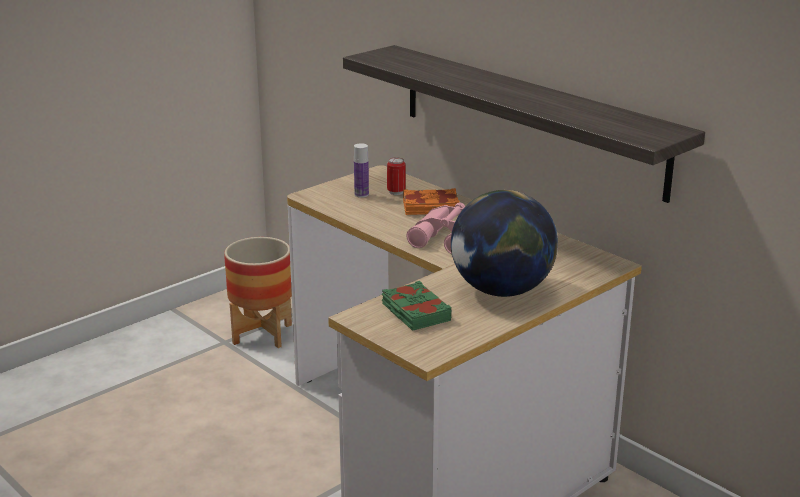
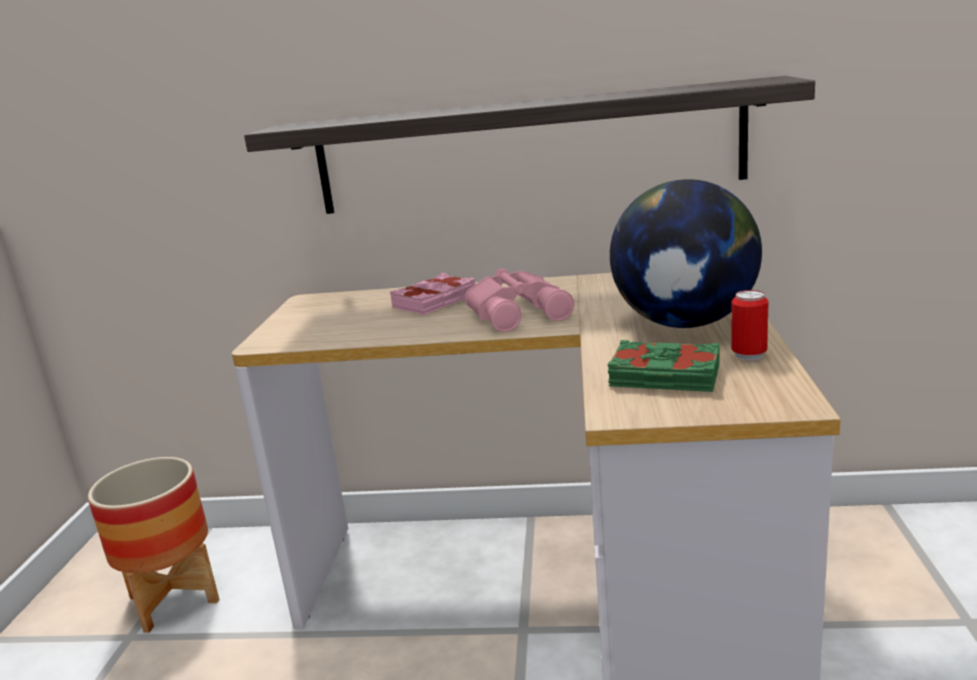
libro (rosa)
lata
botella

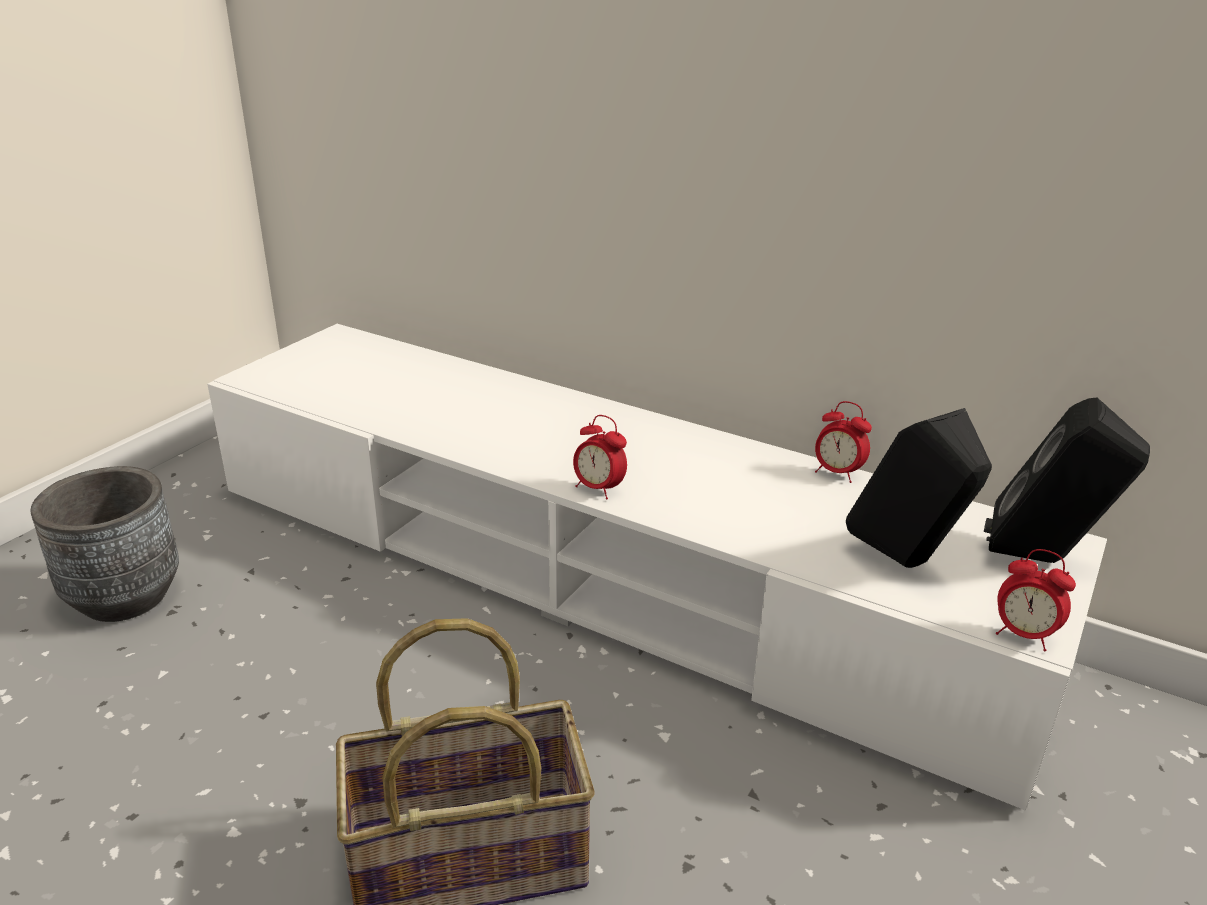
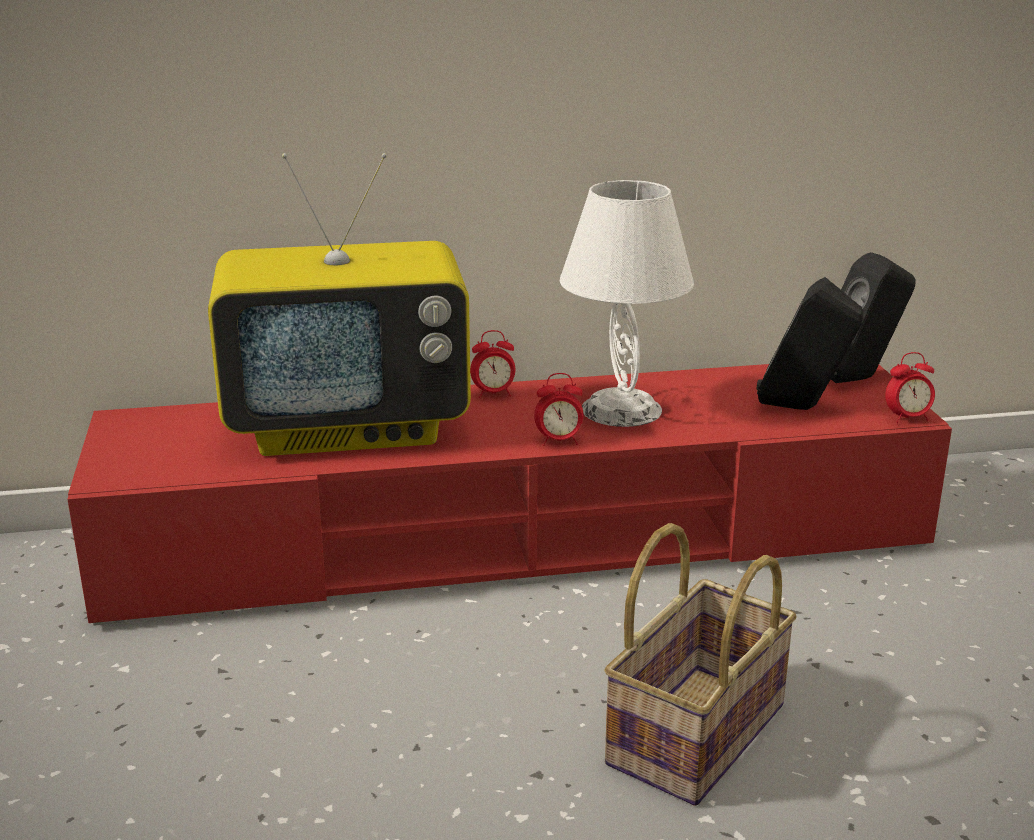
mueble de televisión (rojo)
televisor
despertador (1st from left)
lámpara de mesa (blanco)
maceta (gris)

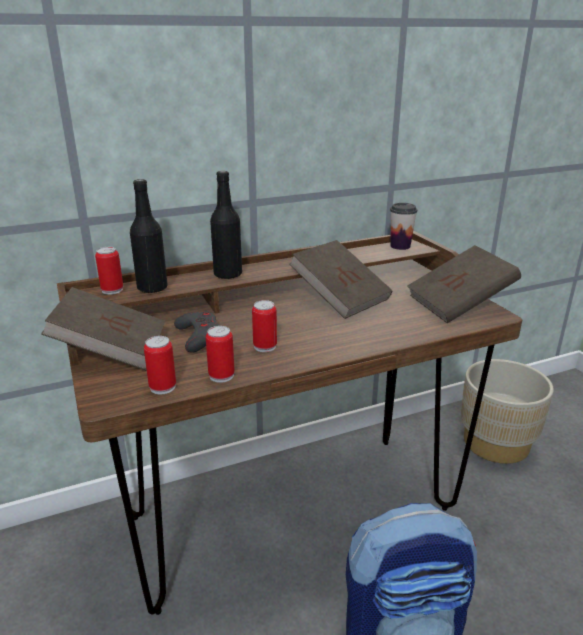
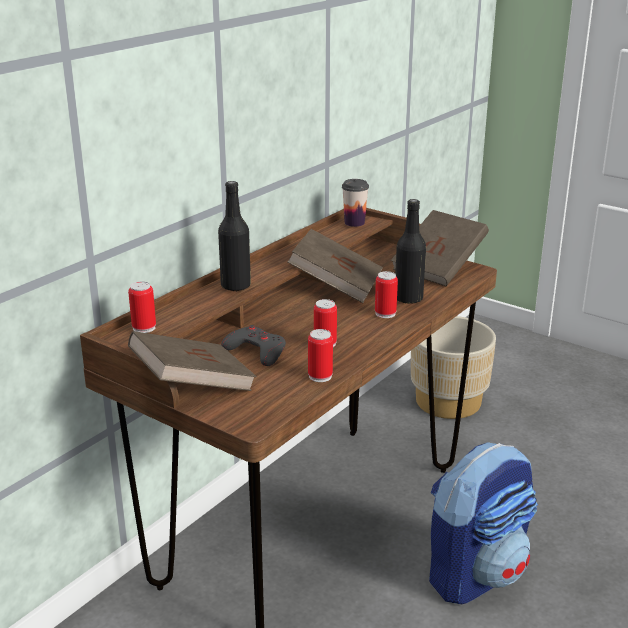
lata (4th from left)
botella (negro) (2nd from left)

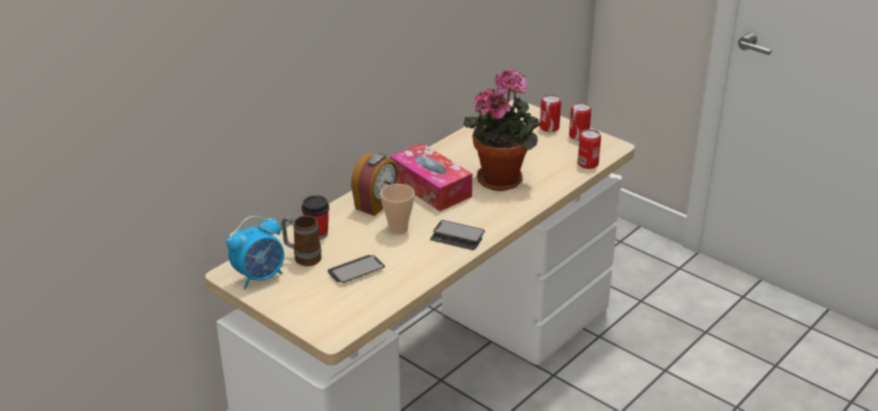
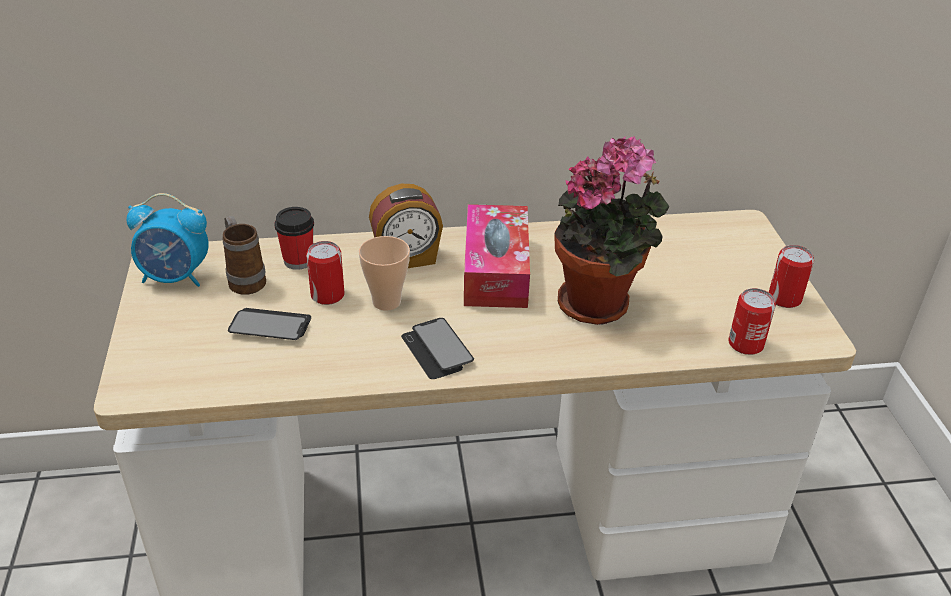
lata (1st from left)

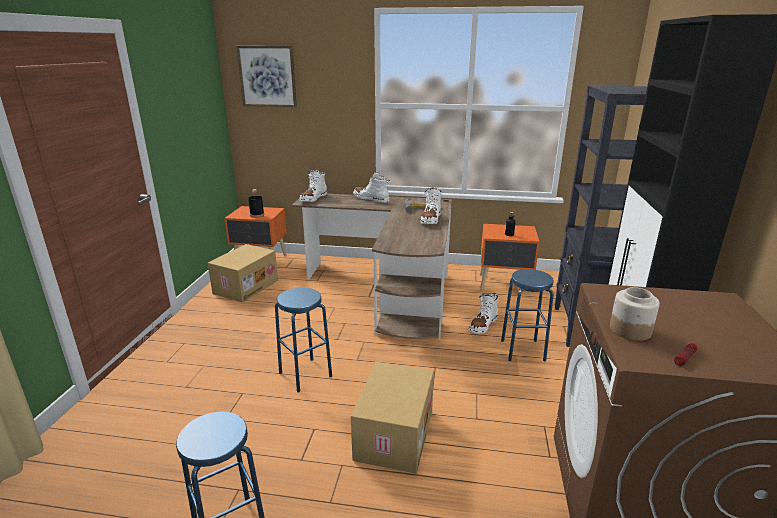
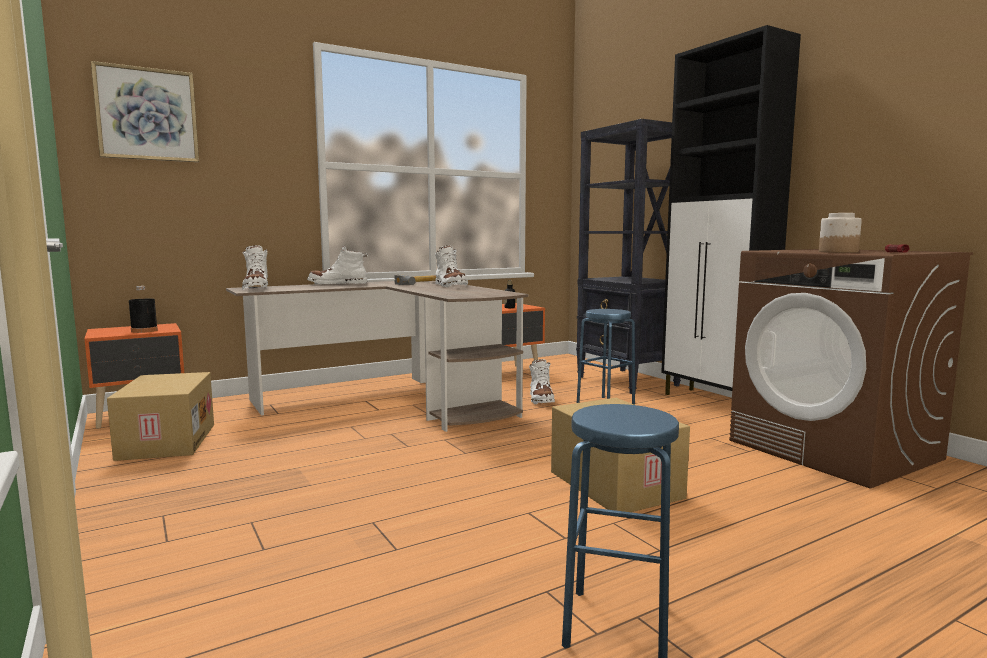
taburete (azul) (2nd from left in the first image)

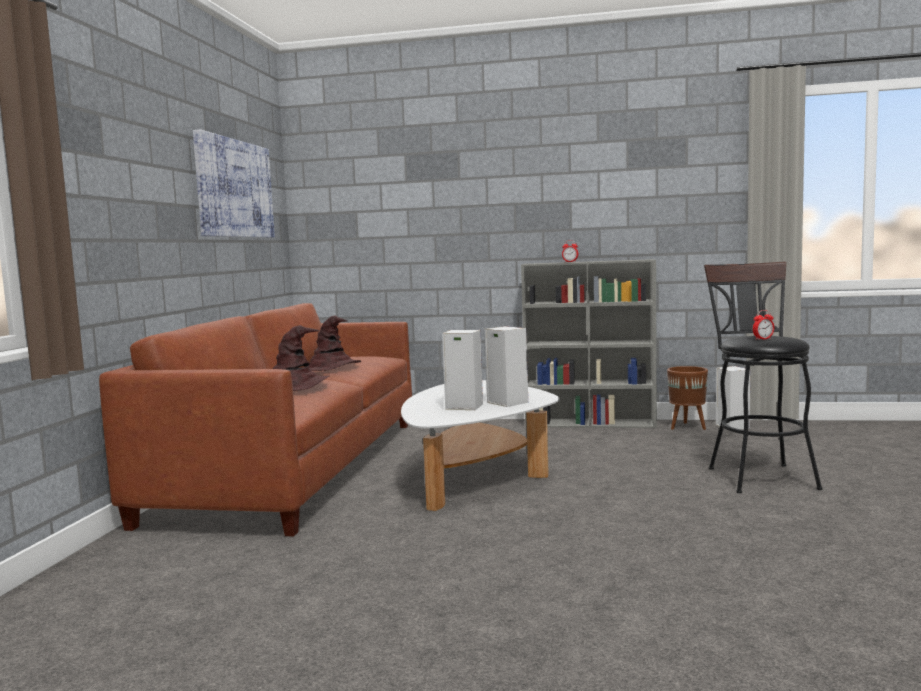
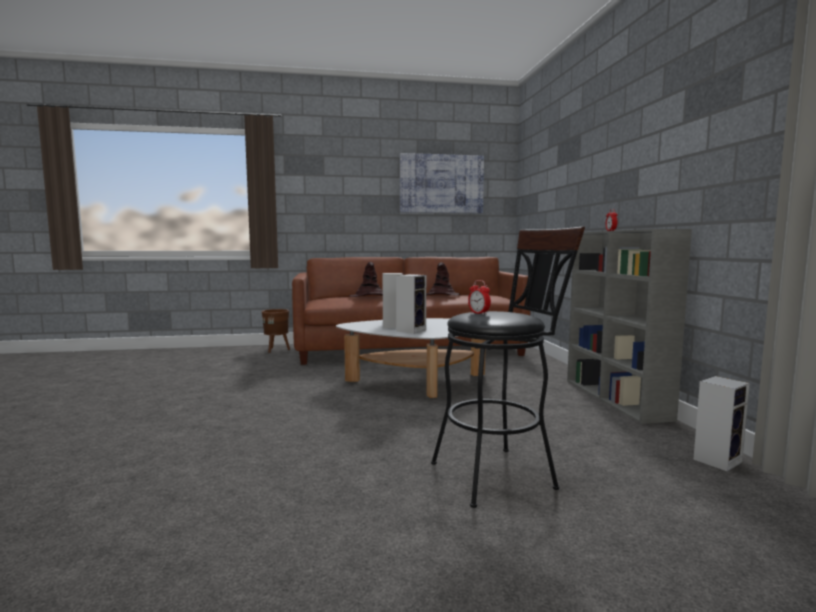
maceta (marrón)

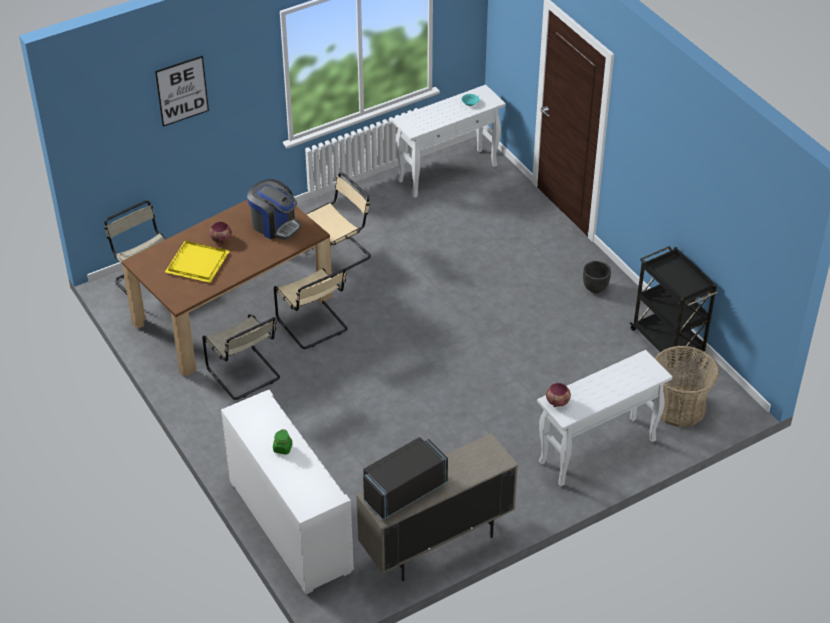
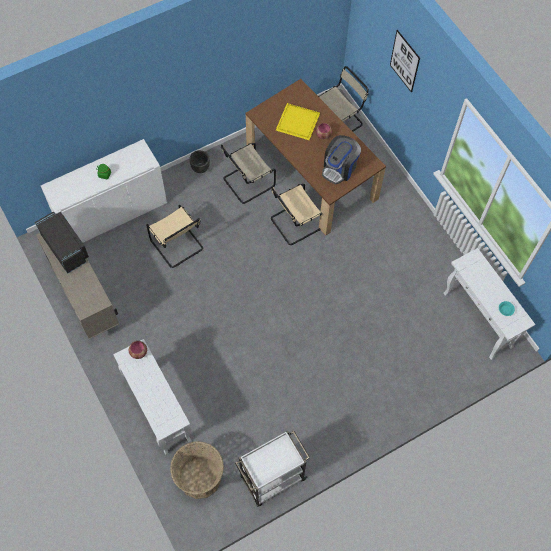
silla (beis) (1st from left)
maceta (negro)
carrito (blanco)

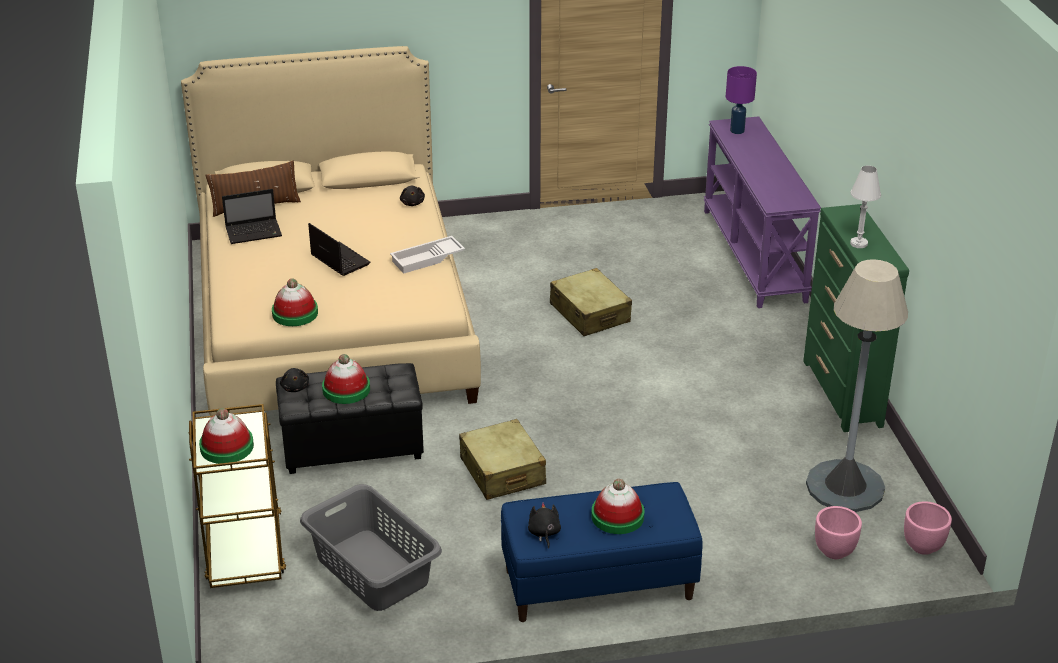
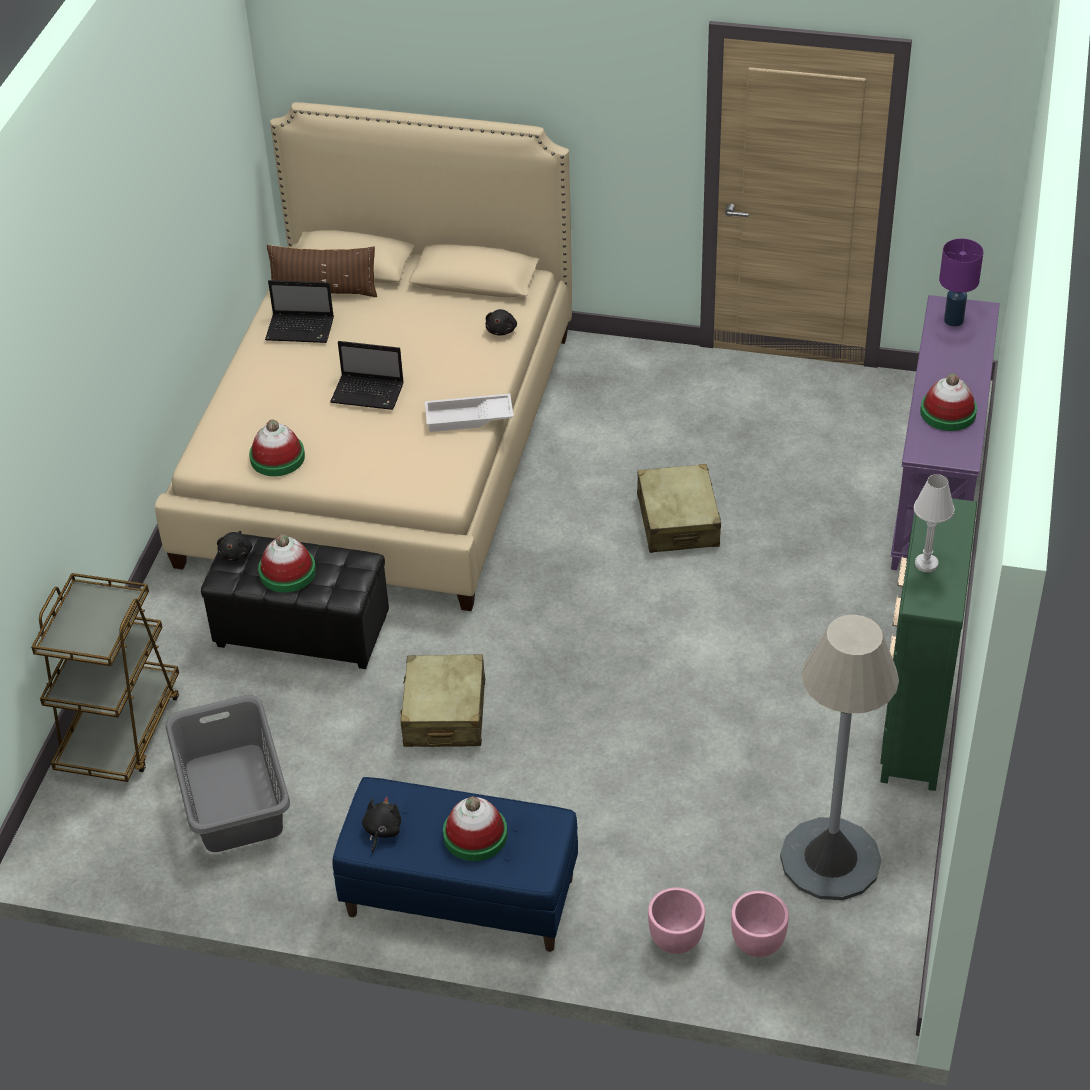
portátil (2nd from left)
maceta (rosa) (1st from left)
sombrero (4th from left)

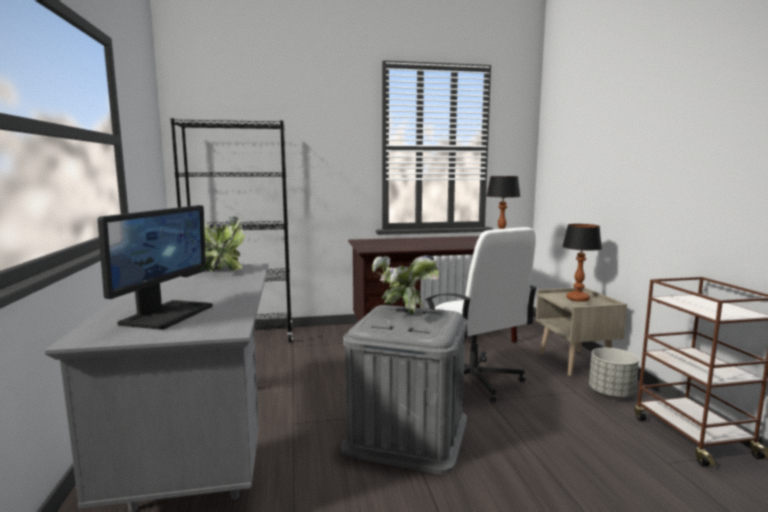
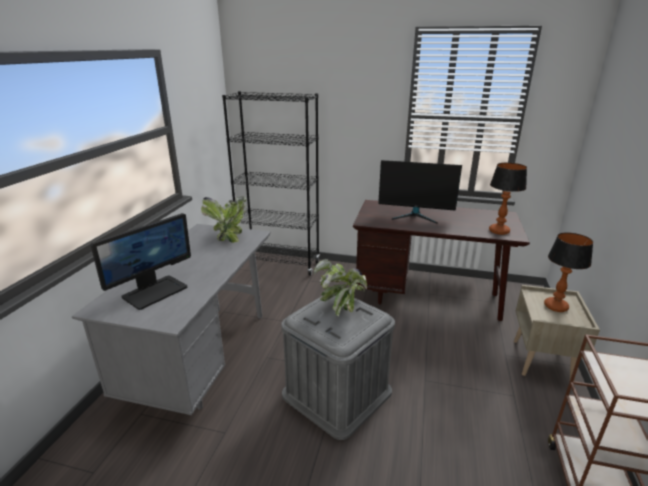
monitor (2nd from left)
silla de oficina (blanco)
maceta (gris)

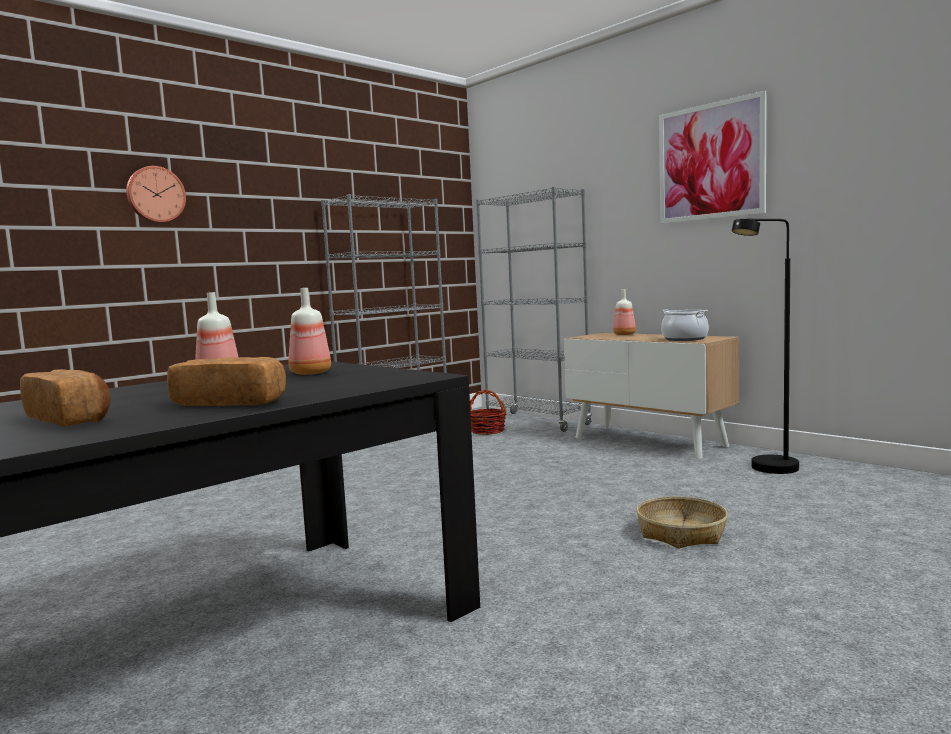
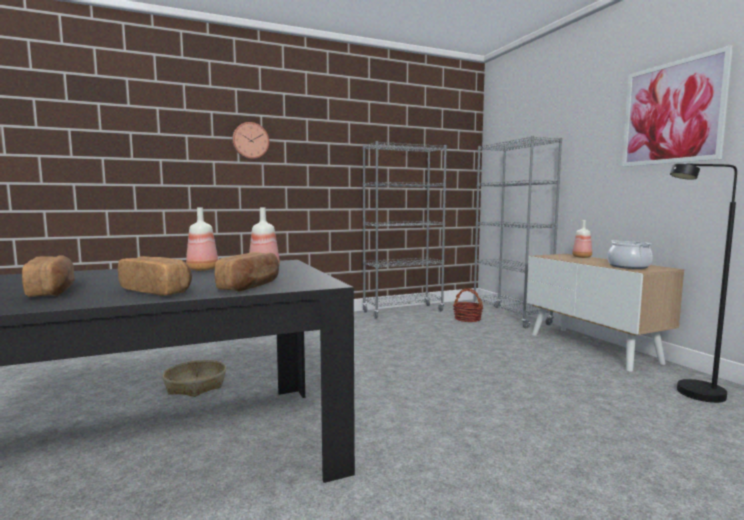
cesta (1st from left)
pan (3rd from left)

